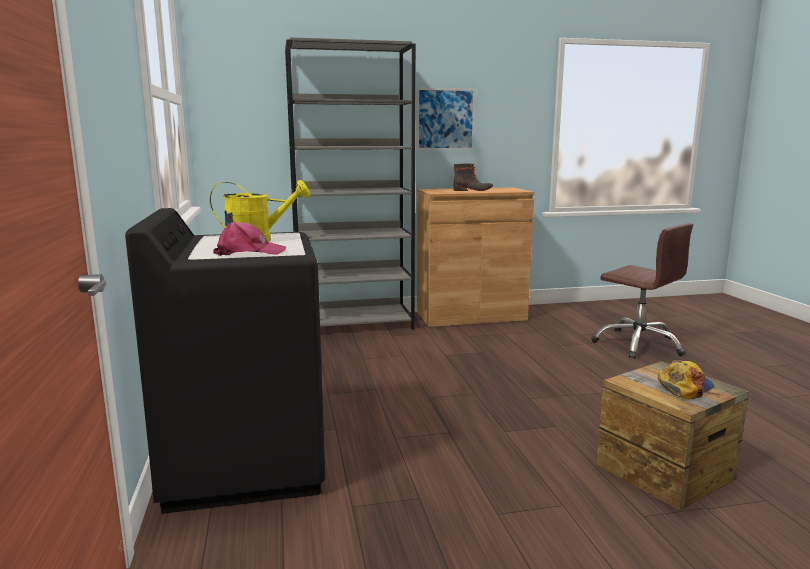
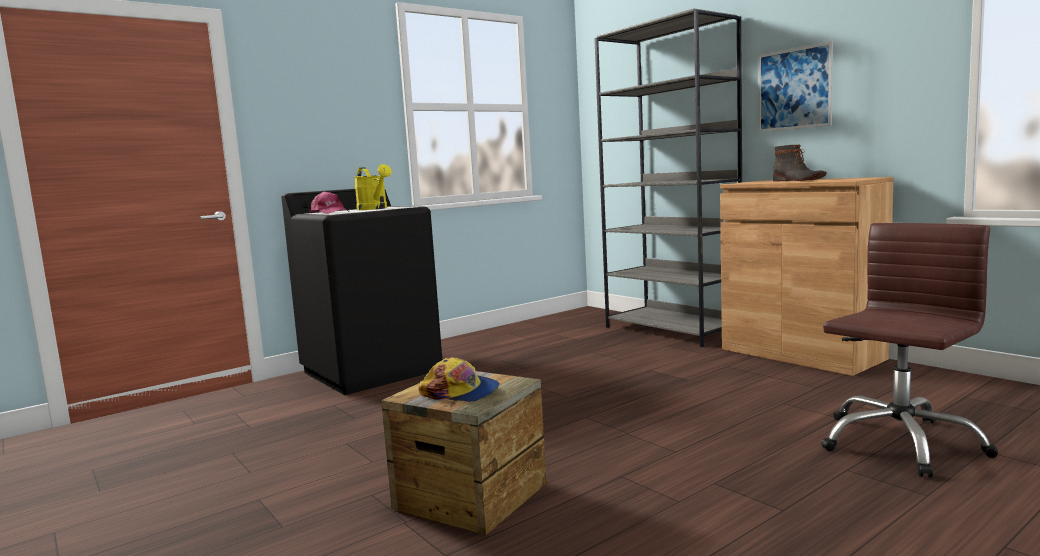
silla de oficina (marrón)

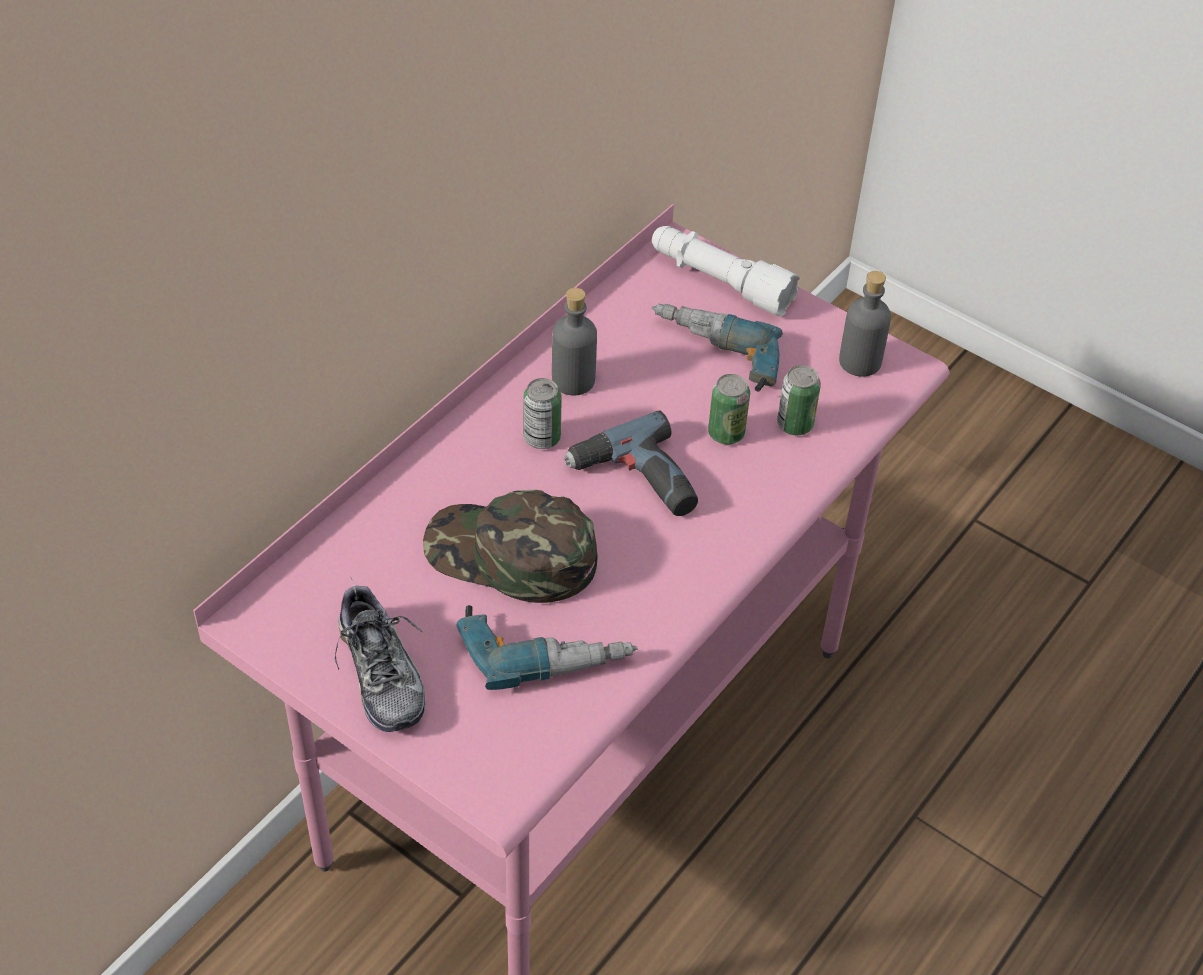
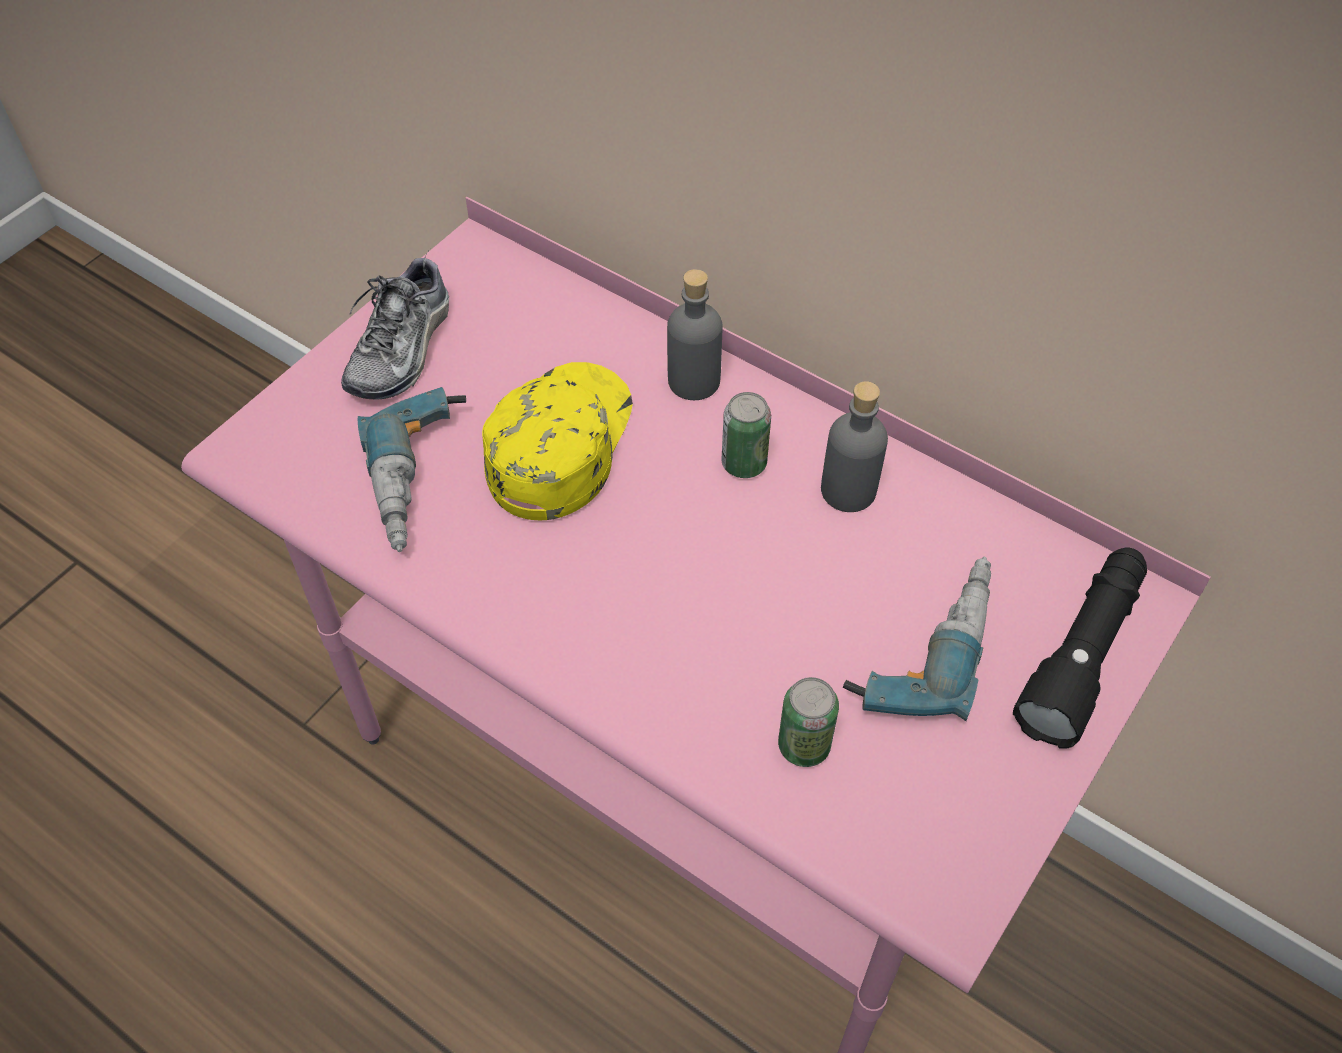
zapato
gorra (amarillo)
botella (gris) (1st from left)
linterna (negro)
taladro (2nd from left in the first image)
lata (2nd from left in the first image)

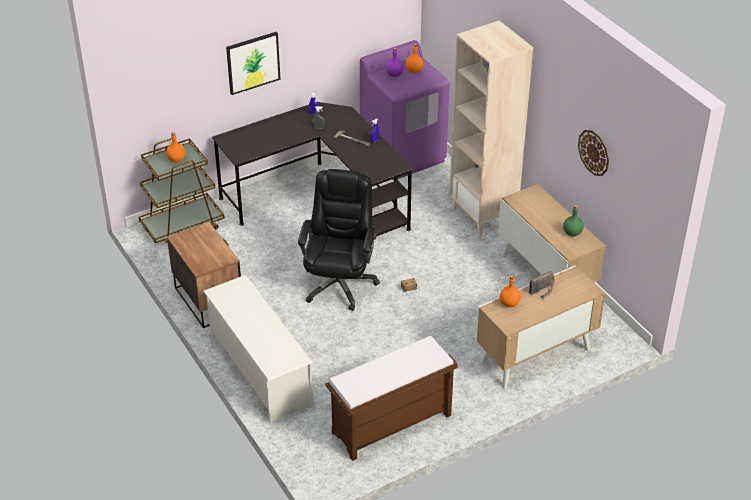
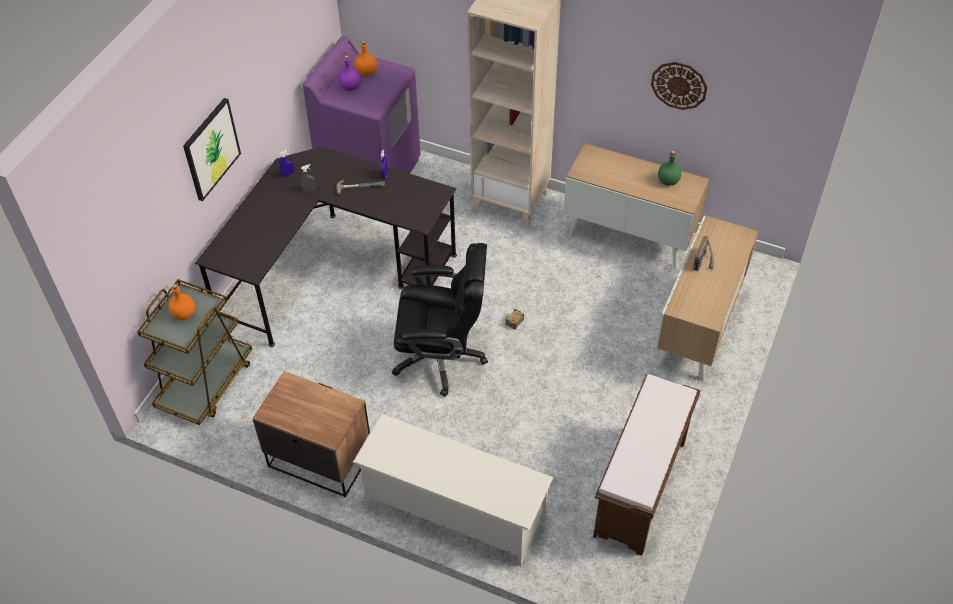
silla de oficina (negro)
botella (naranja) (3rd from left in the first image)

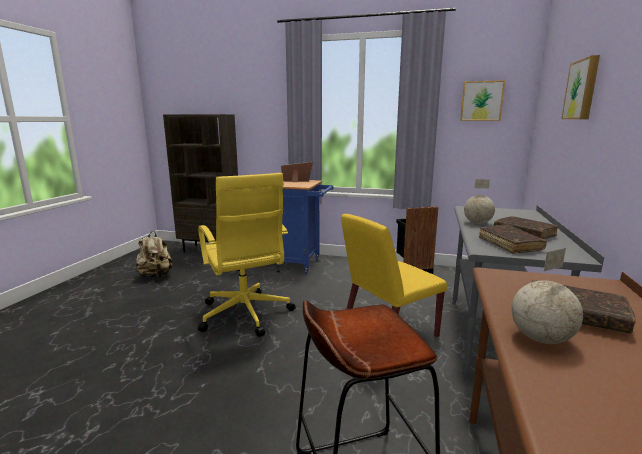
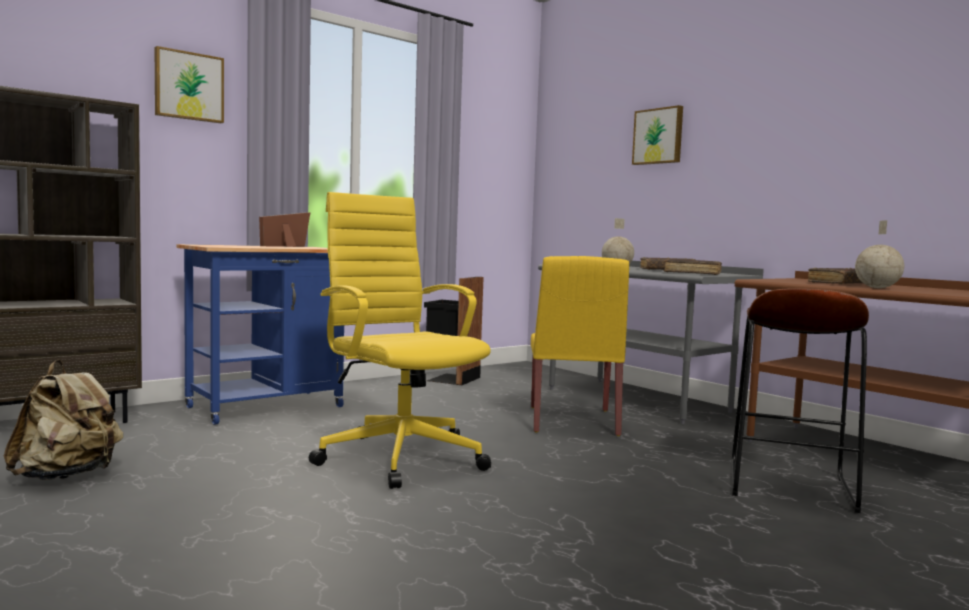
cuadro (1st from left)
silla de oficina (amarillo)

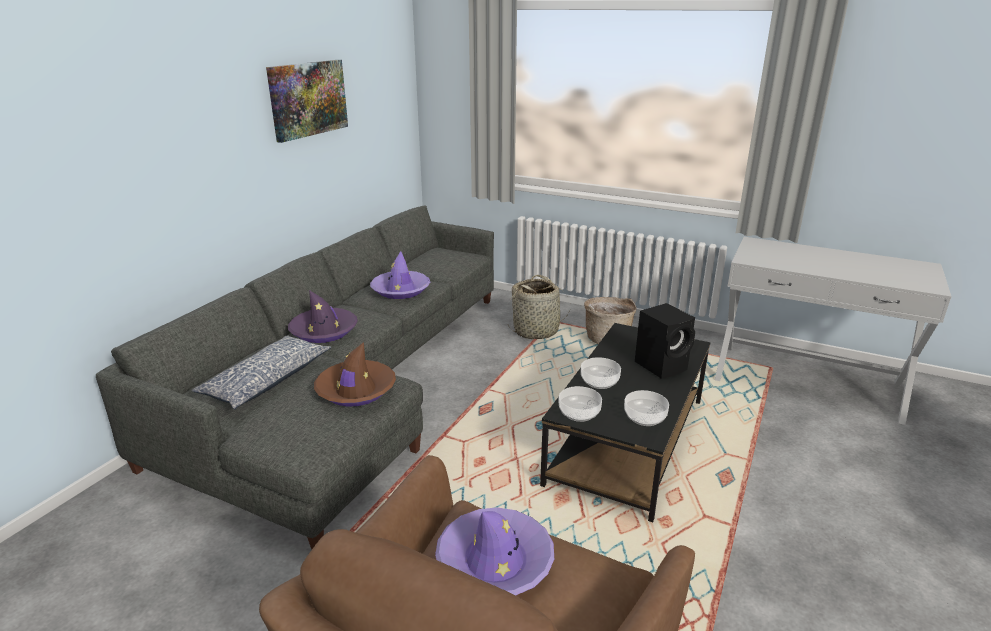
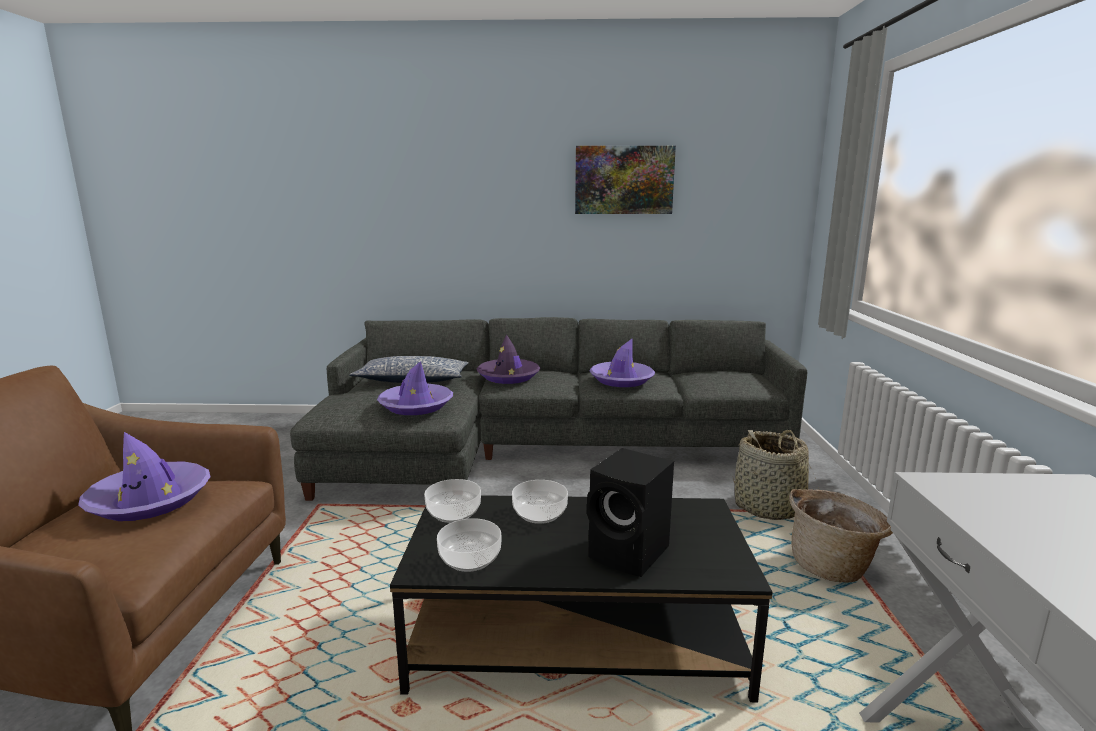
sombrero (morado) (2nd from left)

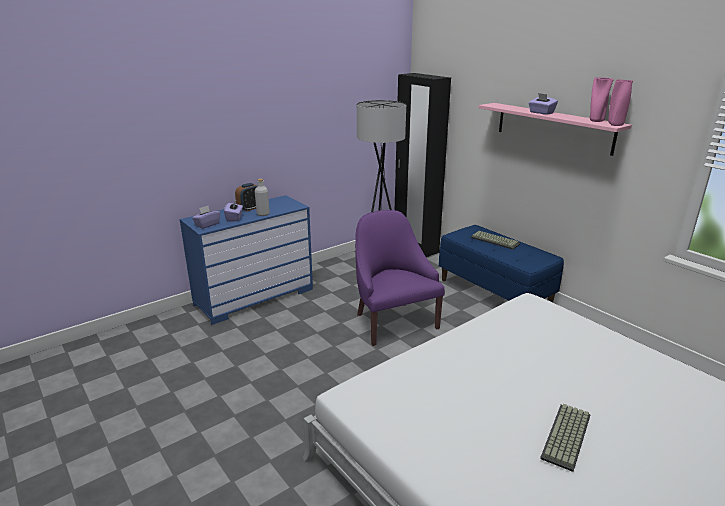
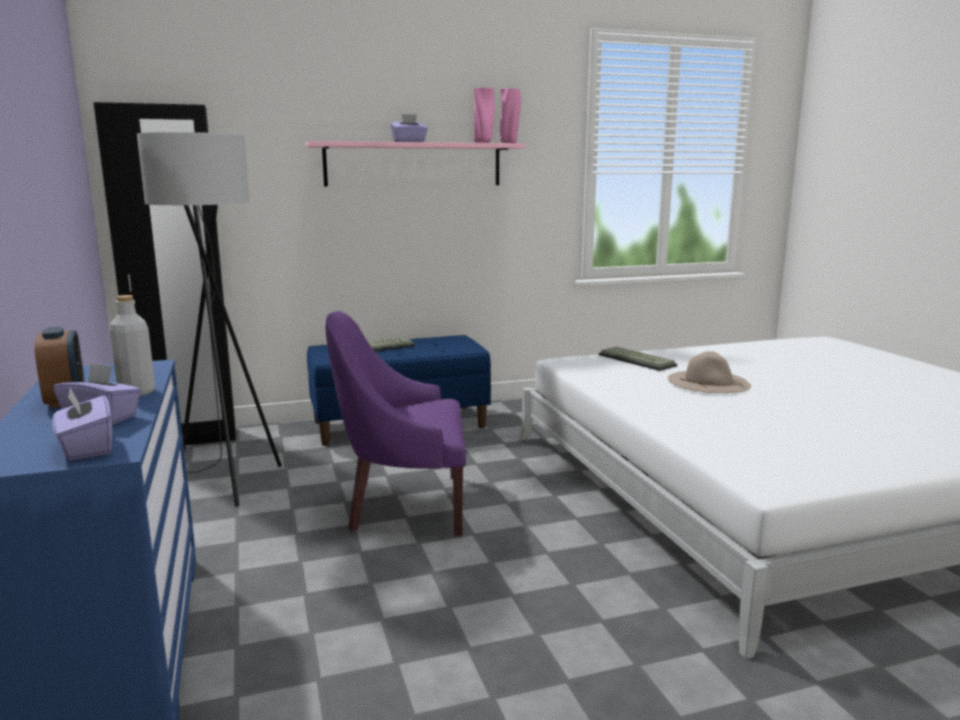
teclado (2nd from left)
sombrero (beis)

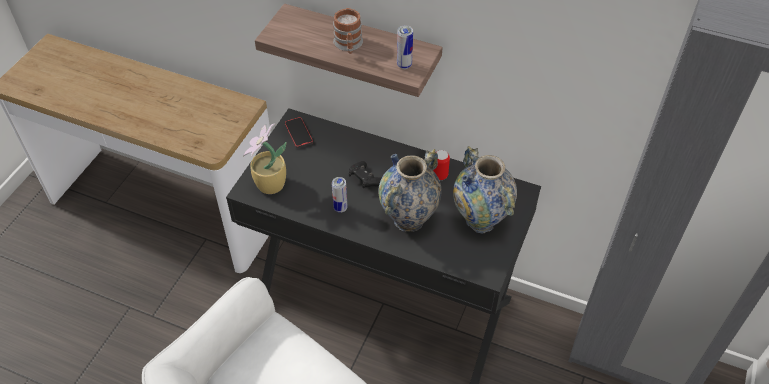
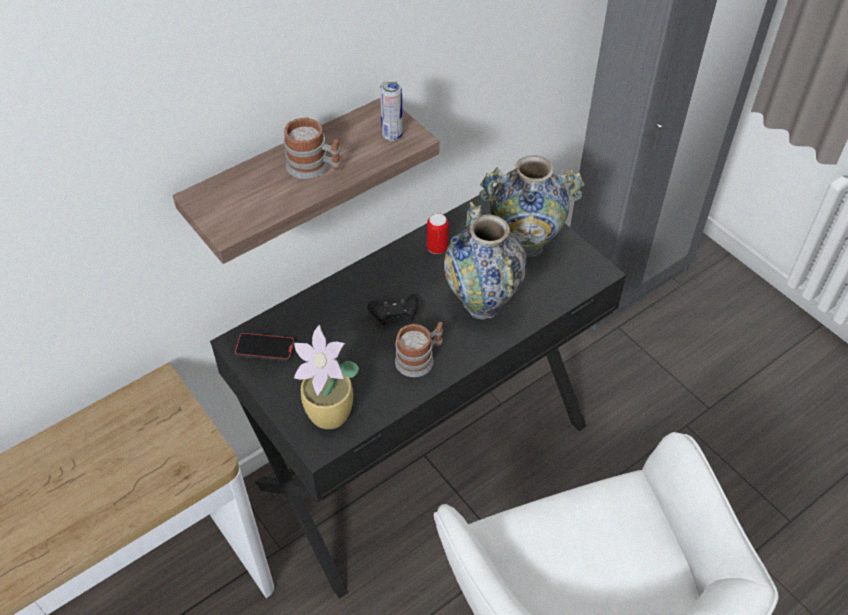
taza grande (2nd from left)

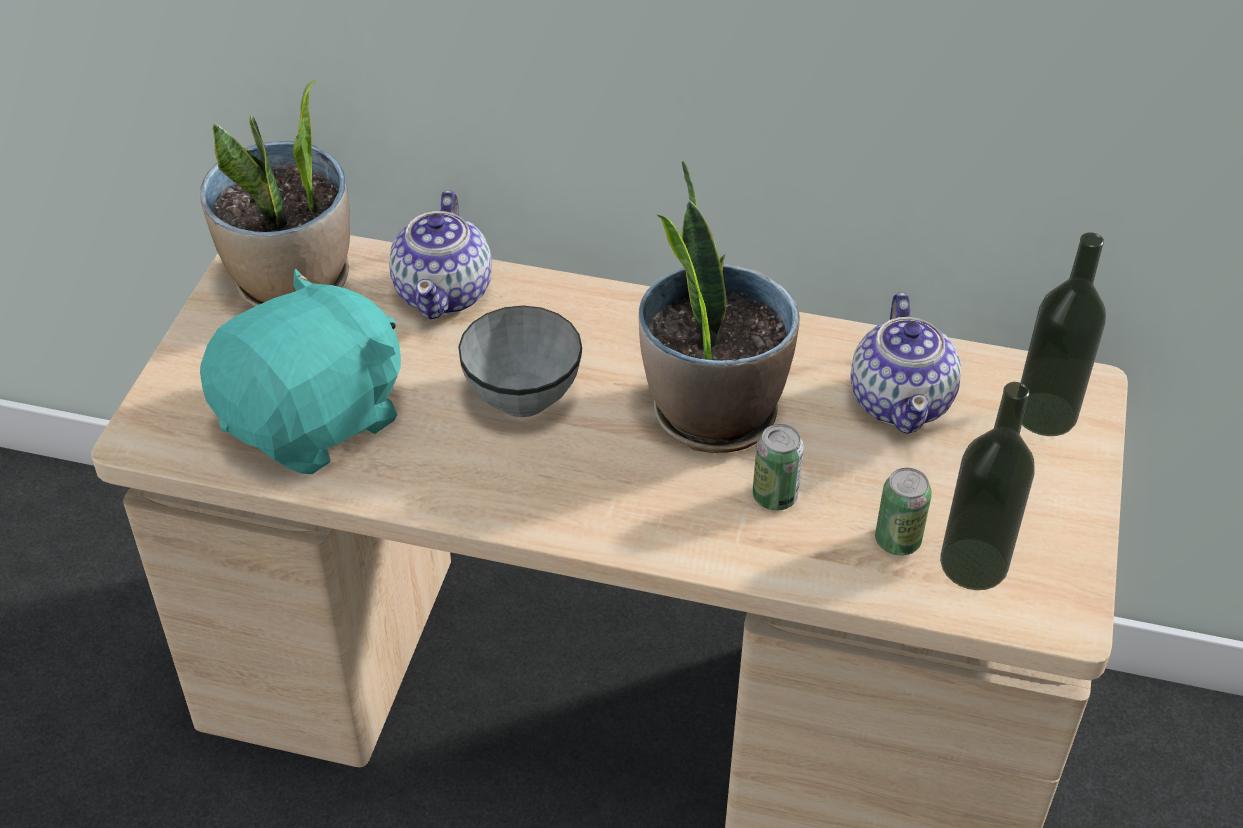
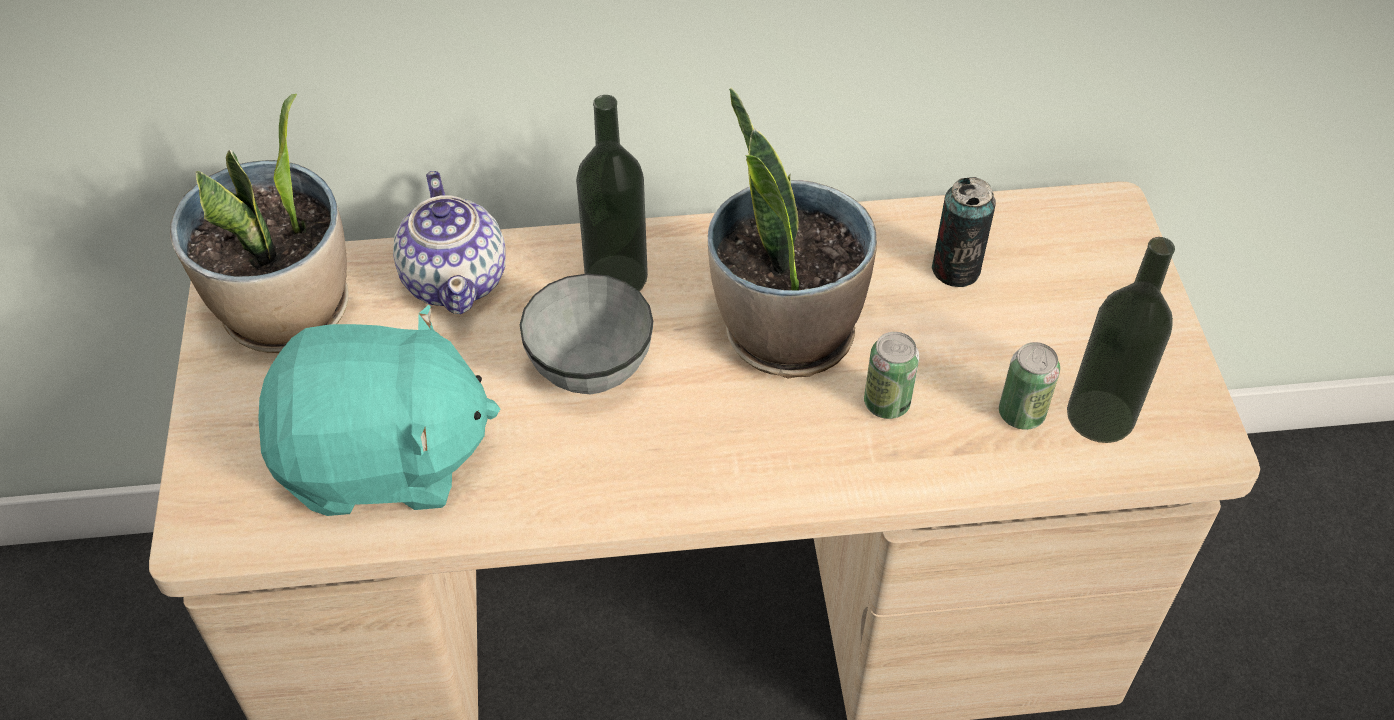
peluche (turquesa)
botella (1st from left)
lata (2nd from left)

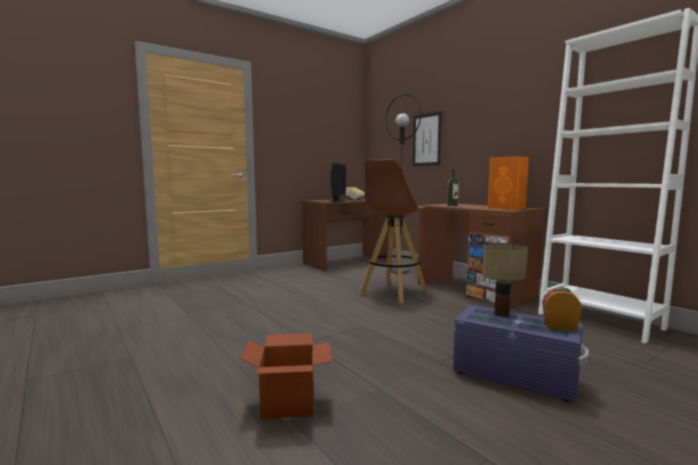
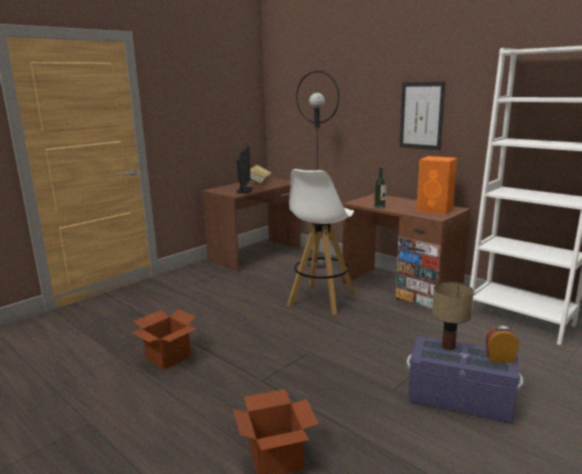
caja de cartón (1st from left)
taburete (blanco)
cuadro

